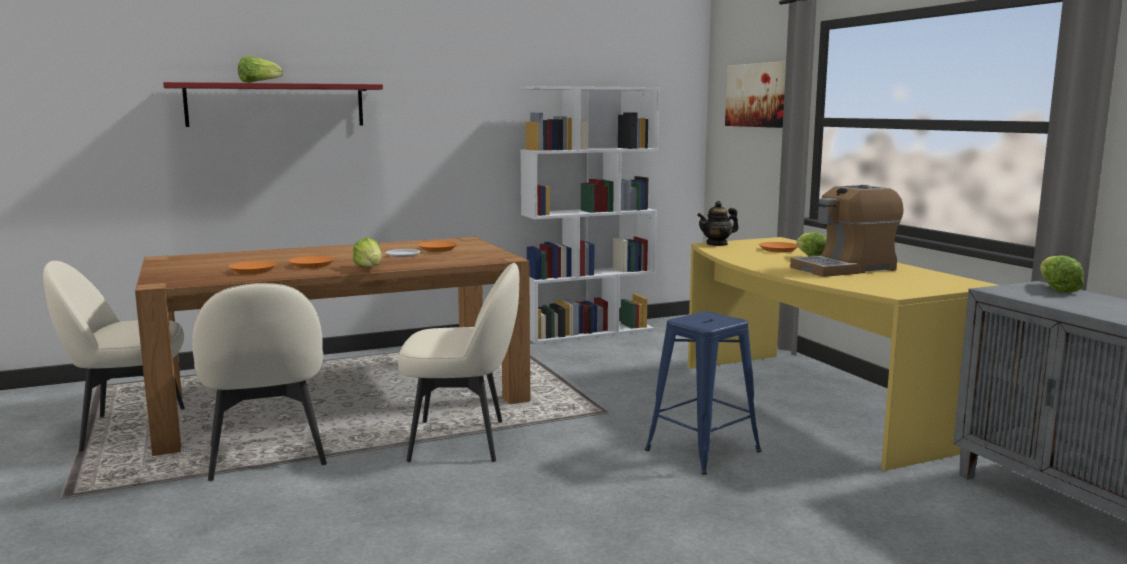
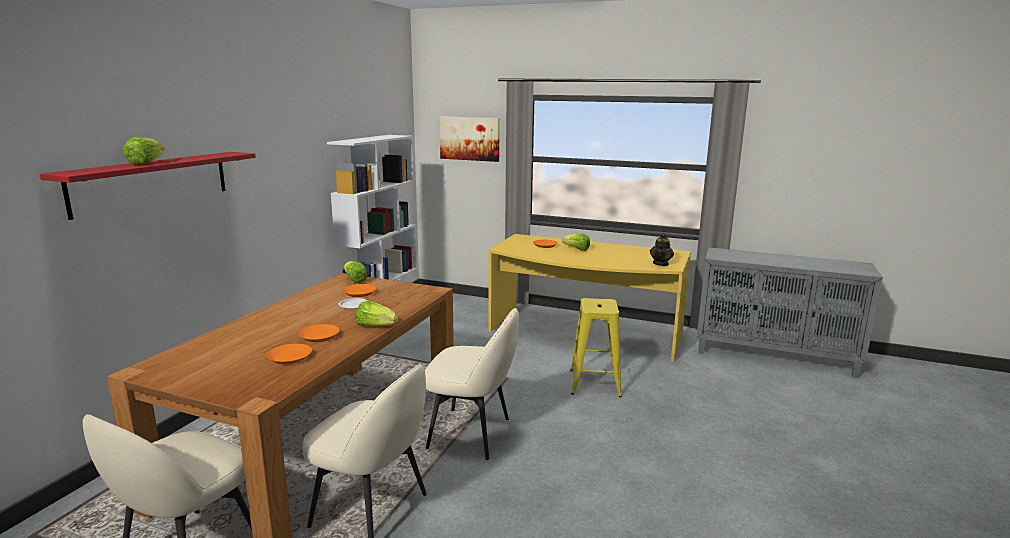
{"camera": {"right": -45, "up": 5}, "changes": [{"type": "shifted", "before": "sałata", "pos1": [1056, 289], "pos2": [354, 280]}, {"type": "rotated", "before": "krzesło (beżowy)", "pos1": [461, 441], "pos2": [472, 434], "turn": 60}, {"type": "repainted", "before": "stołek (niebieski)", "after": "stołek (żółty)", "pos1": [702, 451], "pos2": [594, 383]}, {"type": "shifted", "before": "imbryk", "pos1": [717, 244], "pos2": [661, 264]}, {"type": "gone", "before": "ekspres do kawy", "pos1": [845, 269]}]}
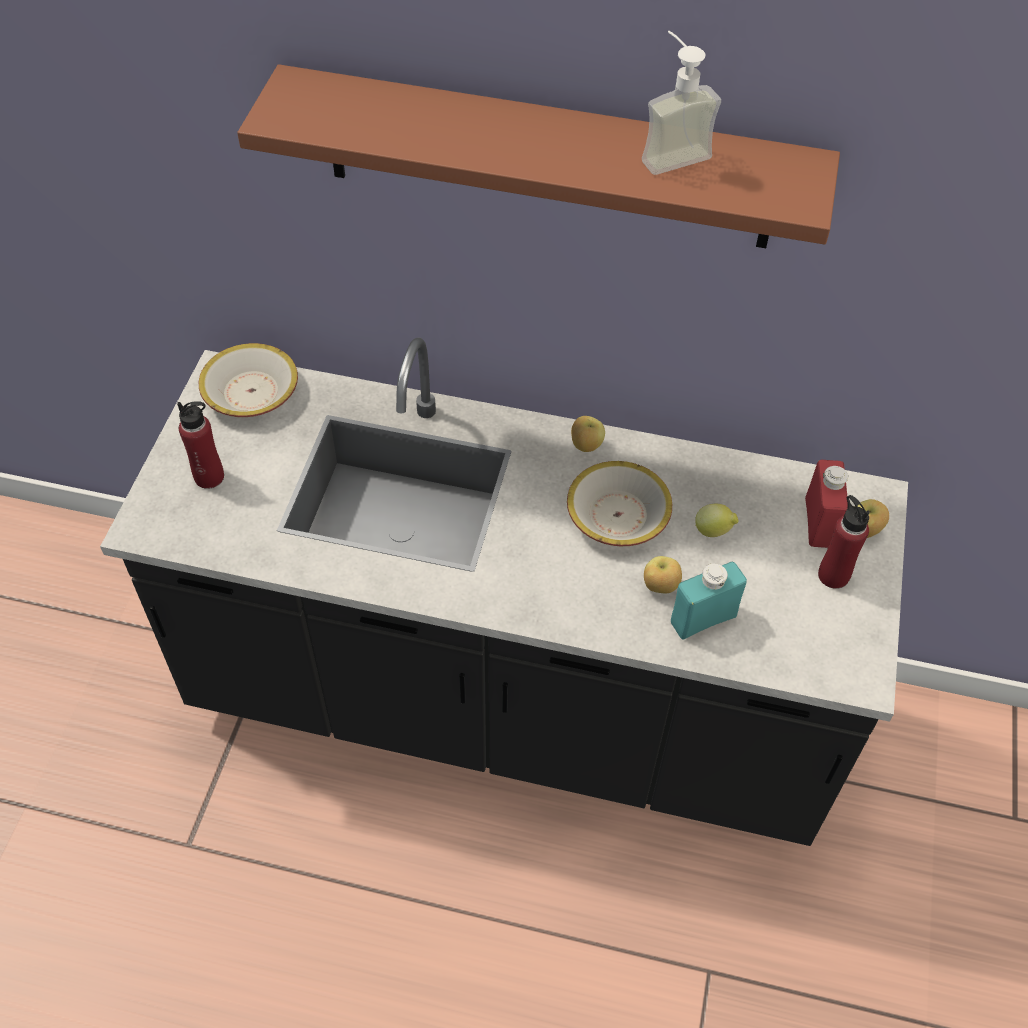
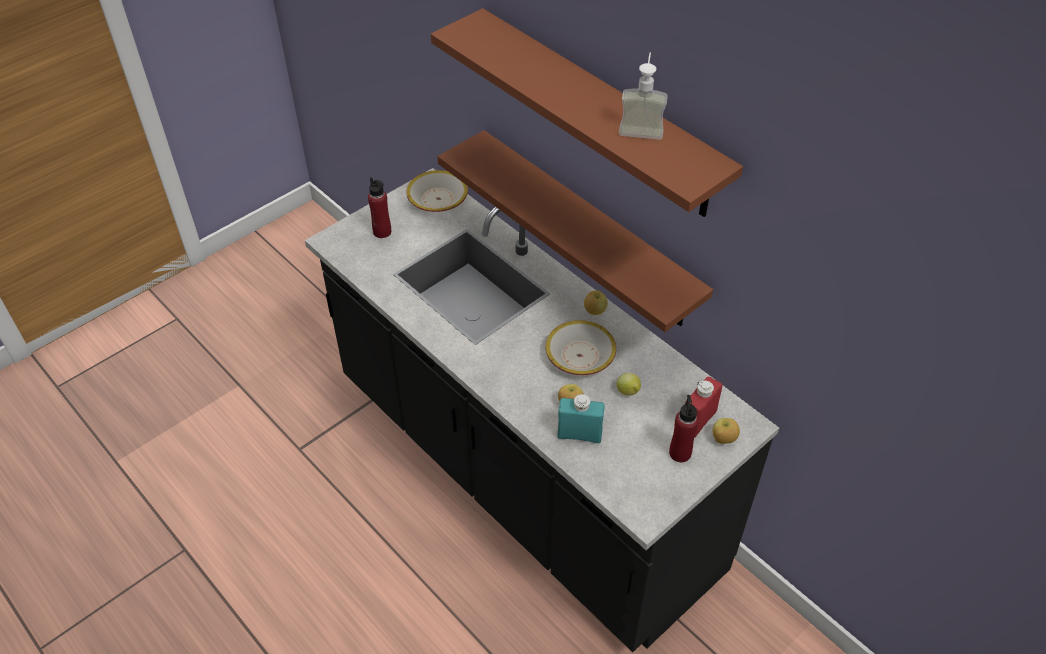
{"camera": {"right": 35, "up": -5}, "changes": [{"type": "new", "after": "półka (brązowy)", "pos2": [588, 229]}]}
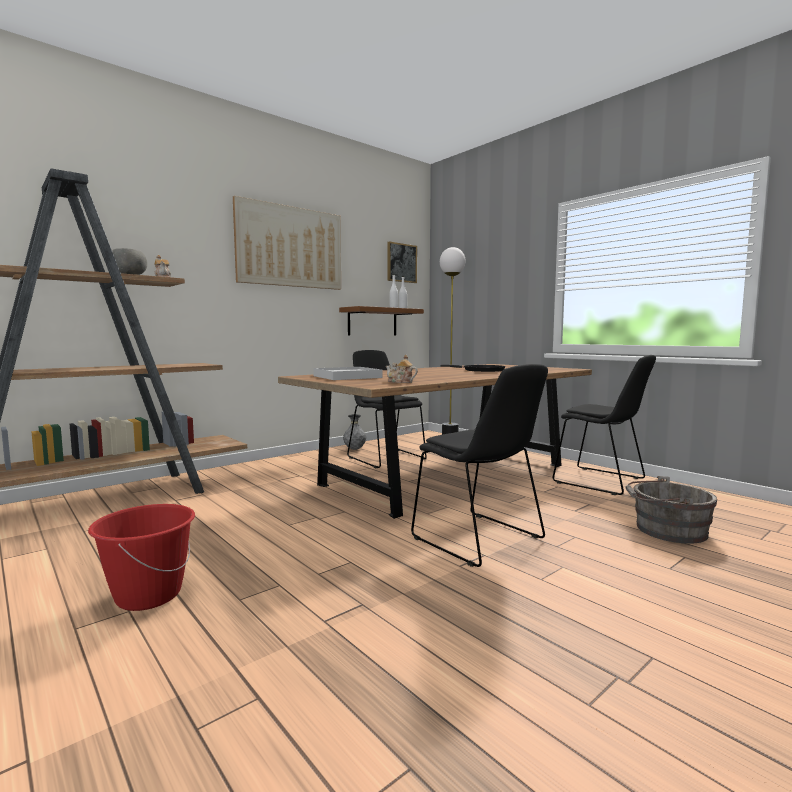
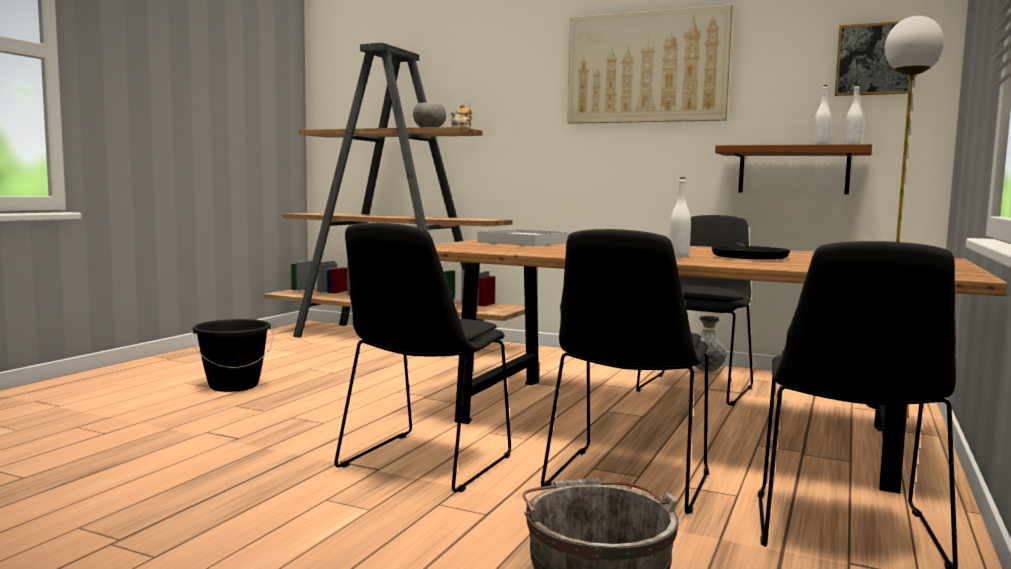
{"camera": {"right": 65, "up": 0}, "changes": [{"type": "repainted", "before": "wiadro (czerwony)", "after": "wiadro (czarny)", "pos1": [148, 595], "pos2": [234, 386]}, {"type": "new", "after": "krzesło (czarny)", "pos2": [627, 482]}, {"type": "new", "after": "butelka (biały)", "pos2": [678, 256]}, {"type": "gone", "before": "imbryk", "pos1": [400, 382]}]}
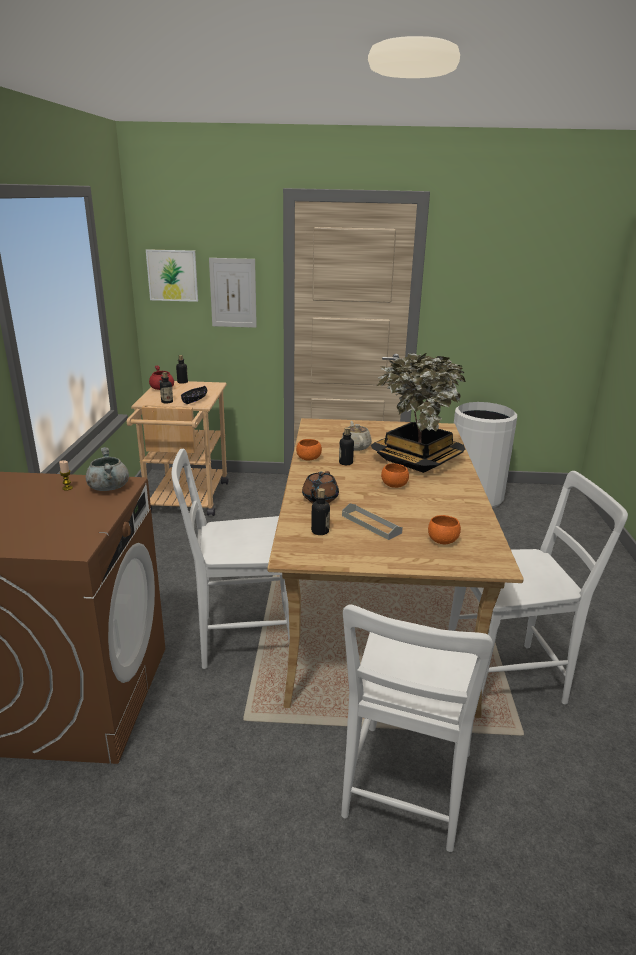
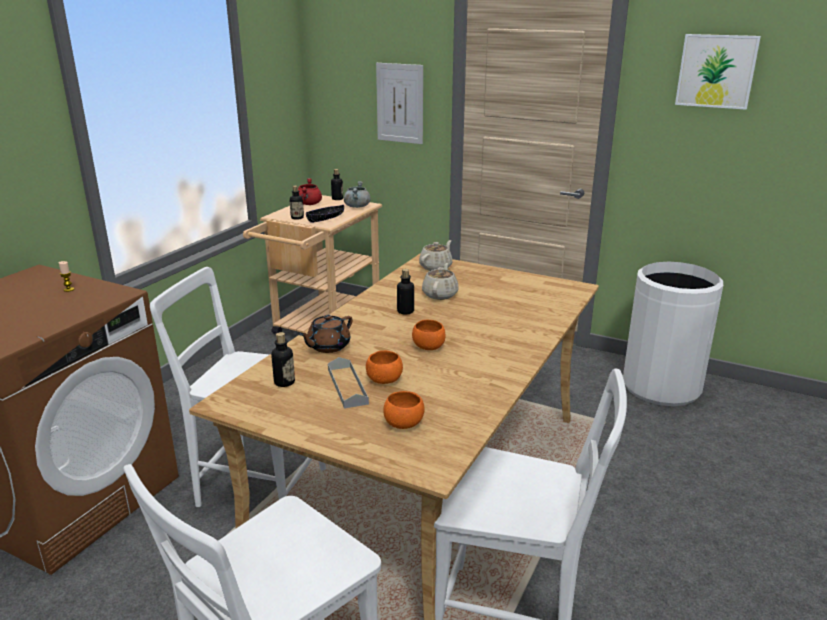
{"camera": {"right": 25, "up": 0}, "changes": [{"type": "shifted", "before": "garnek (szary)", "pos1": [108, 487], "pos2": [357, 206]}, {"type": "shifted", "before": "miska (pomarańczowy)", "pos1": [308, 458], "pos2": [384, 380]}, {"type": "new", "after": "imbryk (beżowy)", "pos2": [436, 267]}, {"type": "shifted", "before": "obraz", "pos1": [172, 275], "pos2": [716, 71]}, {"type": "gone", "before": "roślina doniczkowa", "pos1": [417, 459]}]}
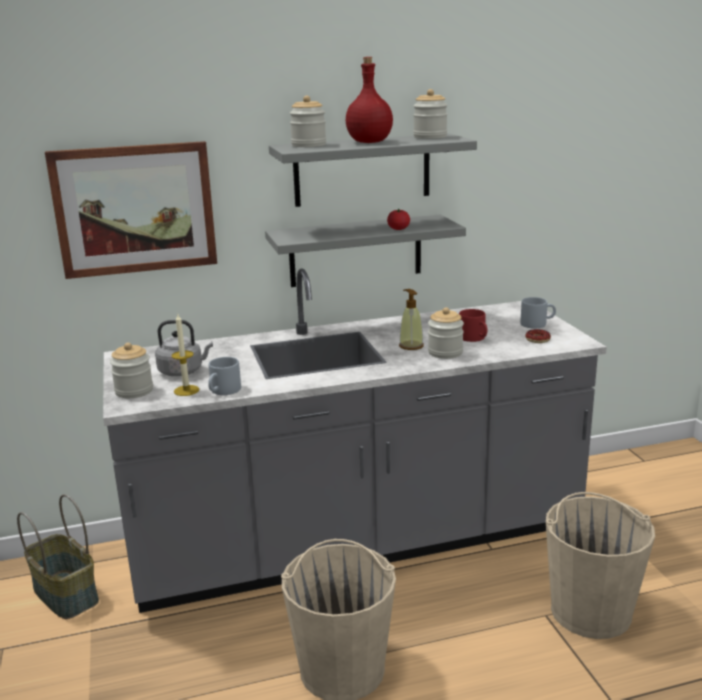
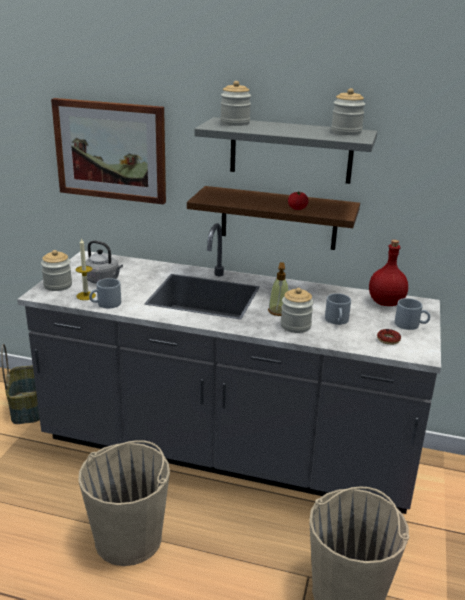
{"camera": {"right": 30, "up": 5}, "changes": [{"type": "repainted", "before": "półka (szary)", "after": "półka (brązowy)", "pos1": [355, 251], "pos2": [278, 218]}, {"type": "repainted", "before": "kubek (czerwony)", "after": "kubek (szary)", "pos1": [475, 338], "pos2": [337, 321]}, {"type": "shifted", "before": "butelka (czerwony)", "pos1": [369, 142], "pos2": [386, 302]}]}
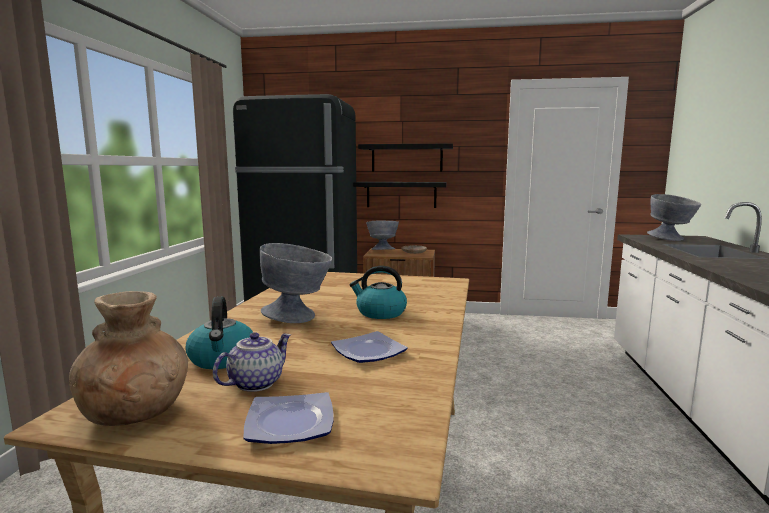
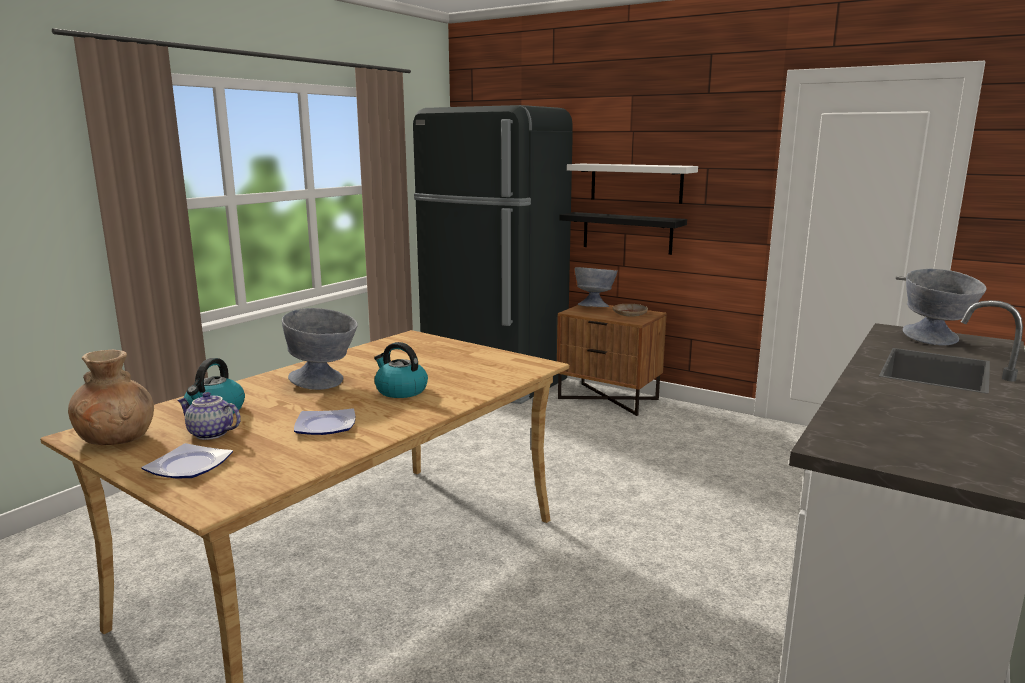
{"camera": {"right": 25, "up": 5}, "changes": [{"type": "rotated", "before": "imbryk", "pos1": [255, 383], "pos2": [210, 434], "turn": -135}, {"type": "repainted", "before": "półka (czarny)", "after": "półka (biały)", "pos1": [407, 158], "pos2": [636, 183]}]}
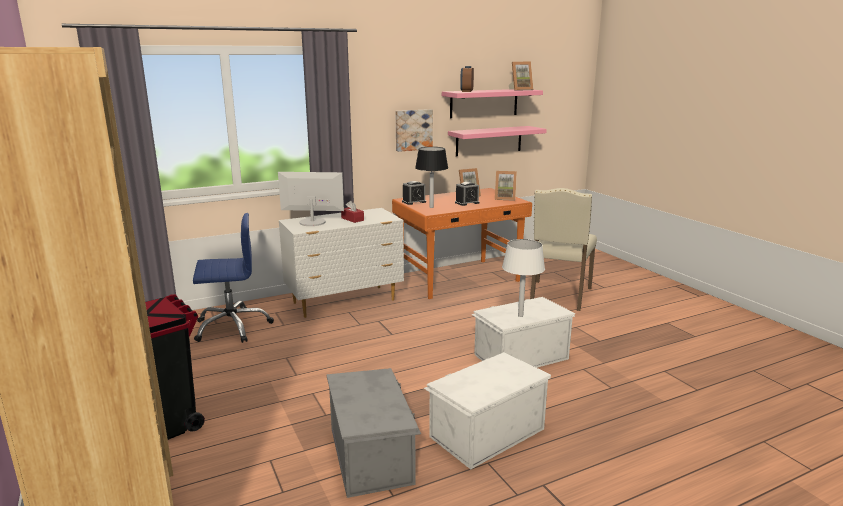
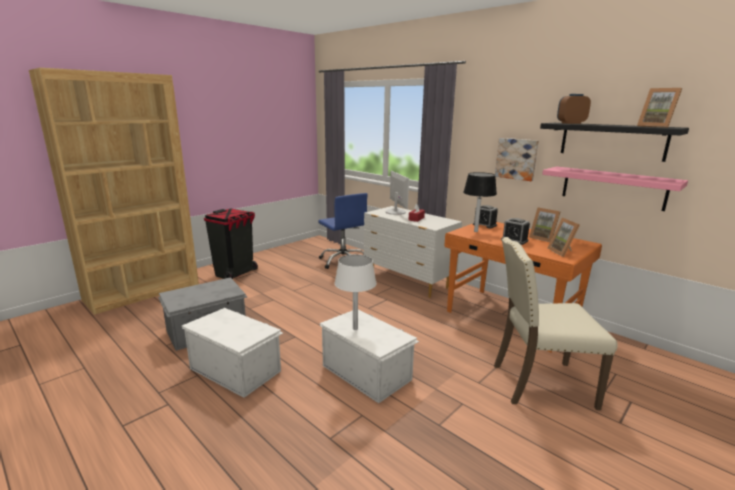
{"camera": {"right": 70, "up": 0}, "changes": [{"type": "repainted", "before": "półka (różowy)", "after": "półka (czarny)", "pos1": [484, 103], "pos2": [612, 141]}]}
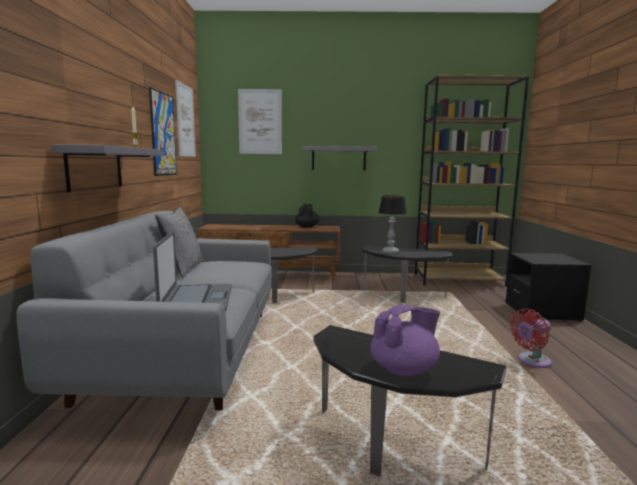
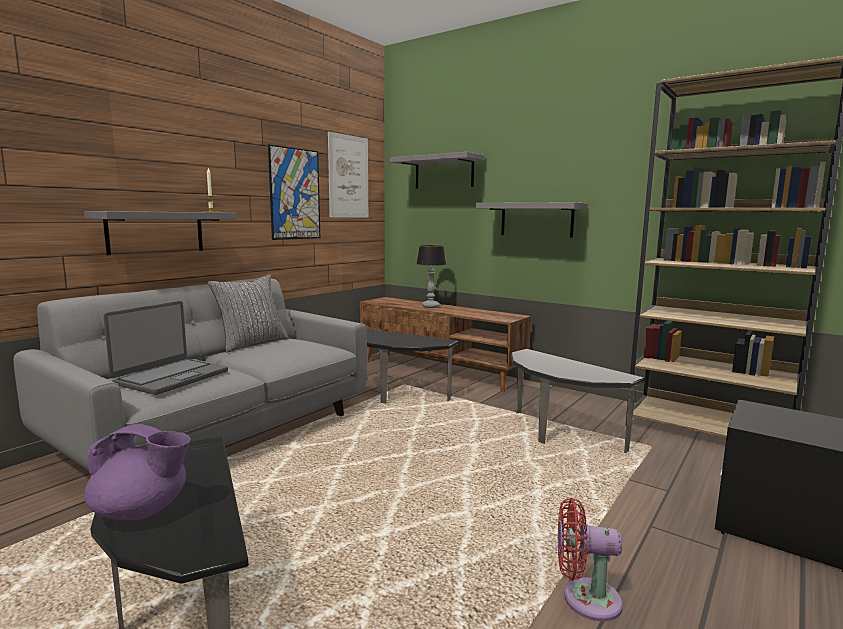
{"camera": {"right": 35, "up": 0}, "changes": [{"type": "swapped", "before": "obraz", "after": "półka (szary)", "pos1": [260, 122], "pos2": [444, 172]}, {"type": "shifted", "before": "lampa stołowa", "pos1": [390, 252], "pos2": [431, 306]}, {"type": "gone", "before": "imbryk (czarny)", "pos1": [307, 227]}]}
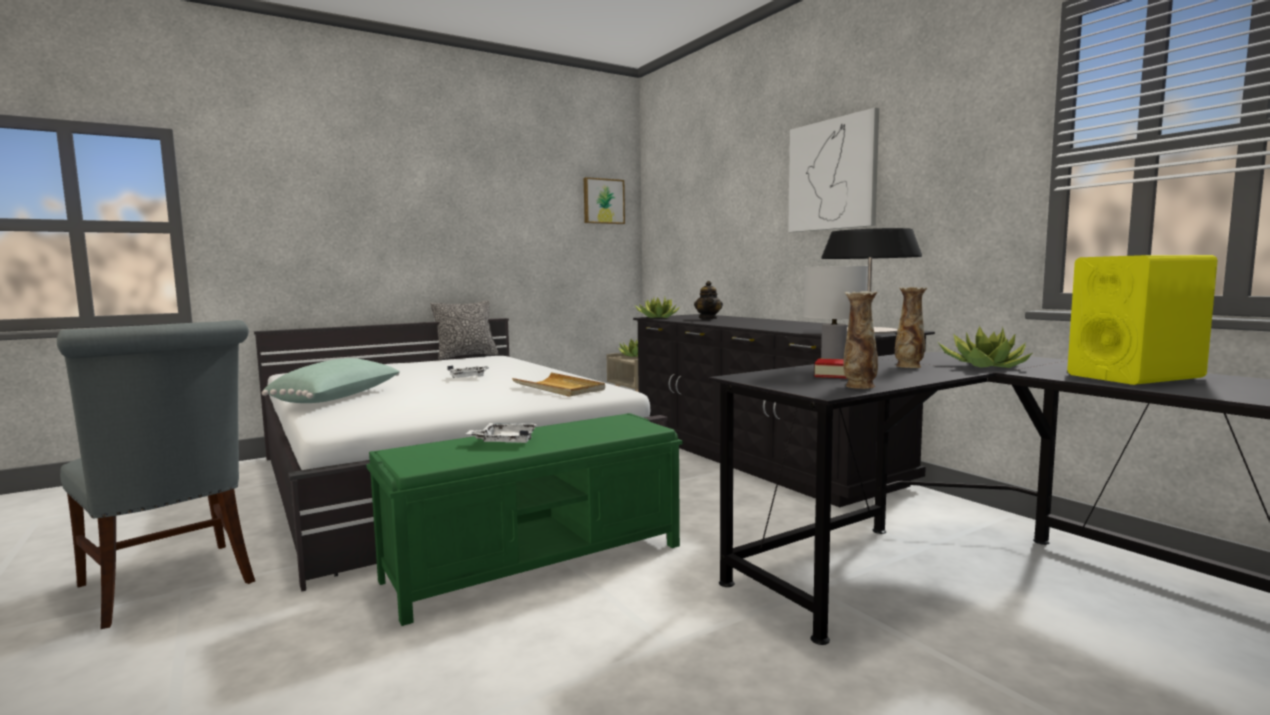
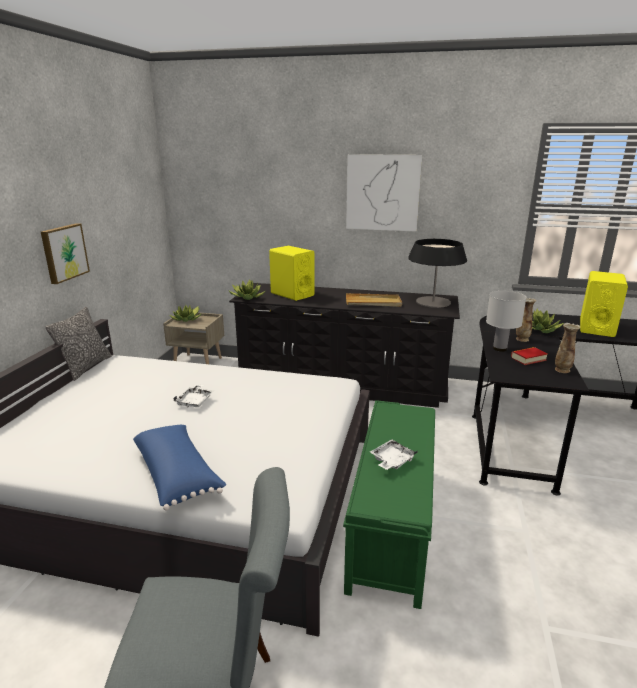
{"camera": {"right": -45, "up": 15}, "changes": [{"type": "shifted", "before": "obraz", "pos1": [603, 201], "pos2": [64, 252]}, {"type": "repainted", "before": "poduszka (zielony)", "after": "poduszka (niebieski)", "pos1": [339, 398], "pos2": [178, 475]}, {"type": "swapped", "before": "imbryk", "after": "głośnik (żółty)", "pos1": [708, 319], "pos2": [292, 294]}, {"type": "shifted", "before": "taca (beżowy)", "pos1": [559, 388], "pos2": [373, 302]}]}
